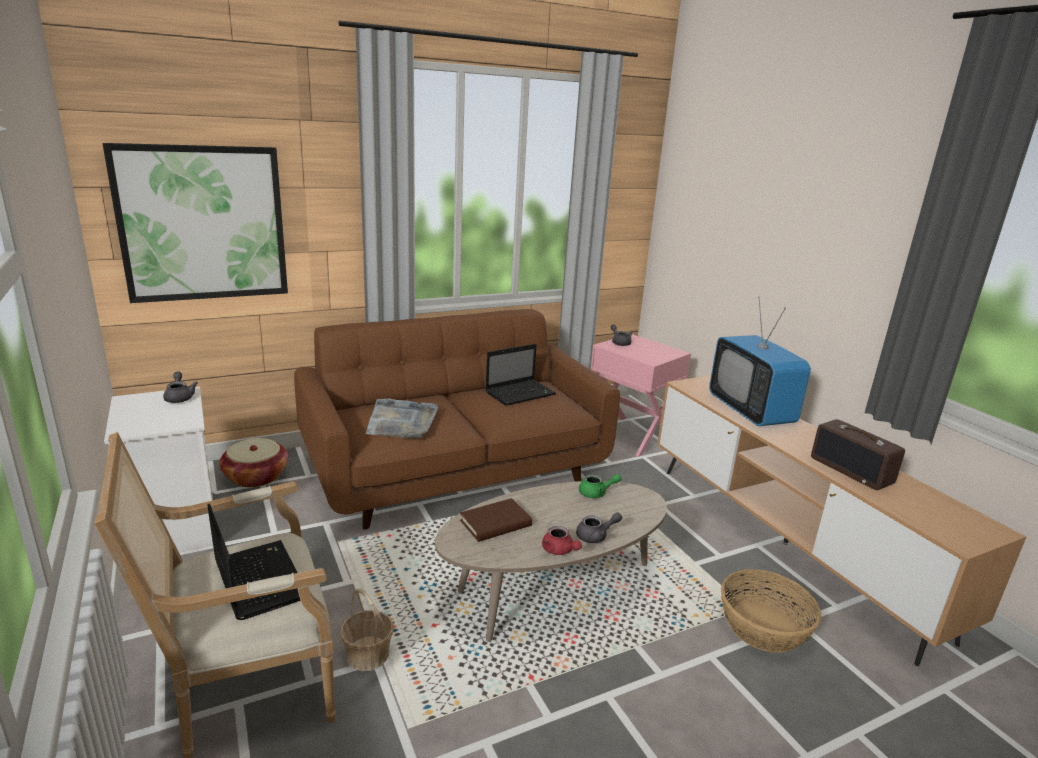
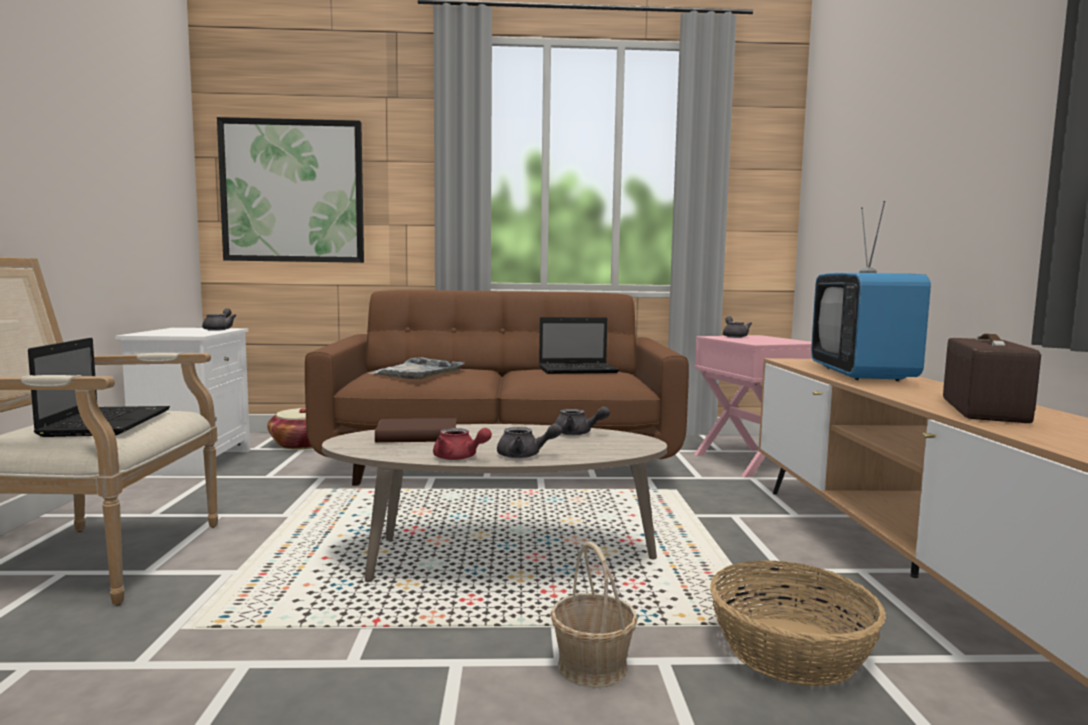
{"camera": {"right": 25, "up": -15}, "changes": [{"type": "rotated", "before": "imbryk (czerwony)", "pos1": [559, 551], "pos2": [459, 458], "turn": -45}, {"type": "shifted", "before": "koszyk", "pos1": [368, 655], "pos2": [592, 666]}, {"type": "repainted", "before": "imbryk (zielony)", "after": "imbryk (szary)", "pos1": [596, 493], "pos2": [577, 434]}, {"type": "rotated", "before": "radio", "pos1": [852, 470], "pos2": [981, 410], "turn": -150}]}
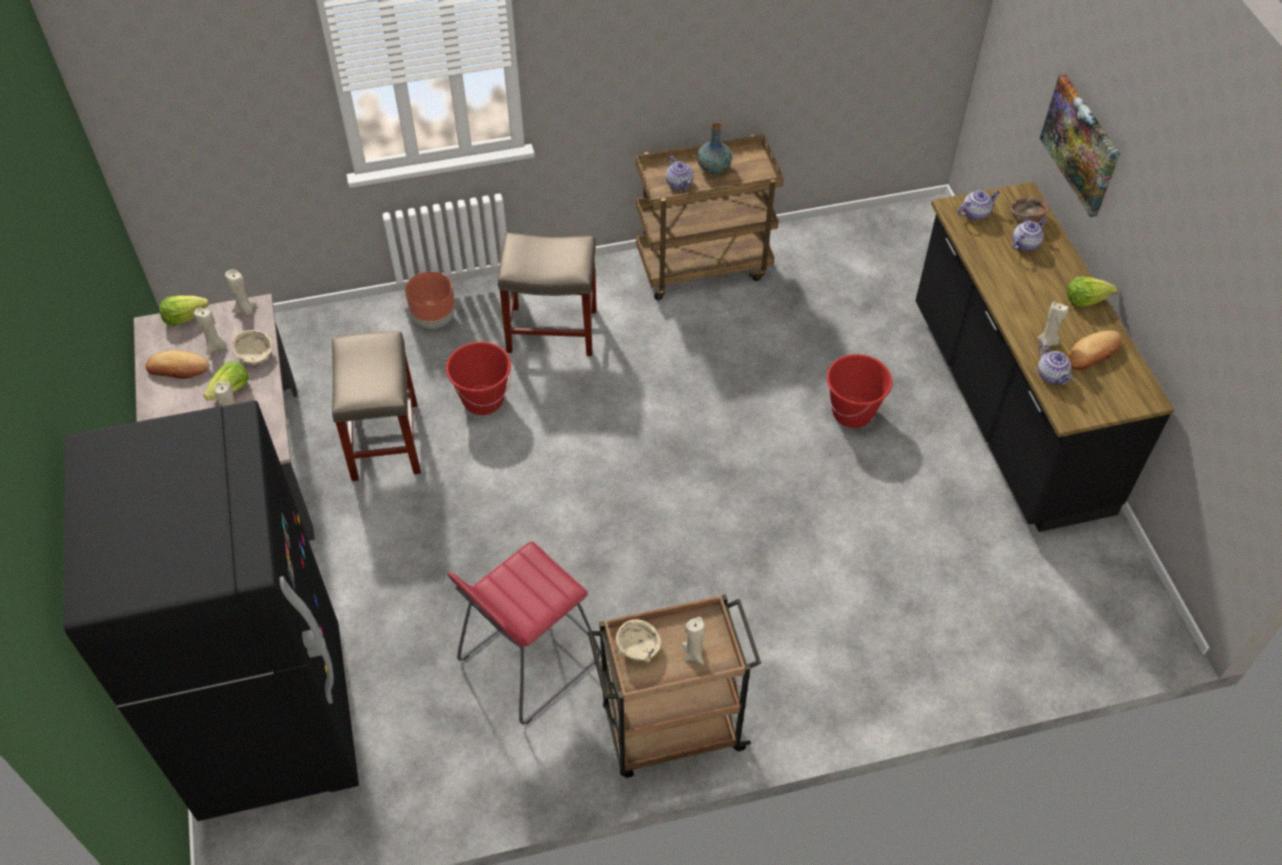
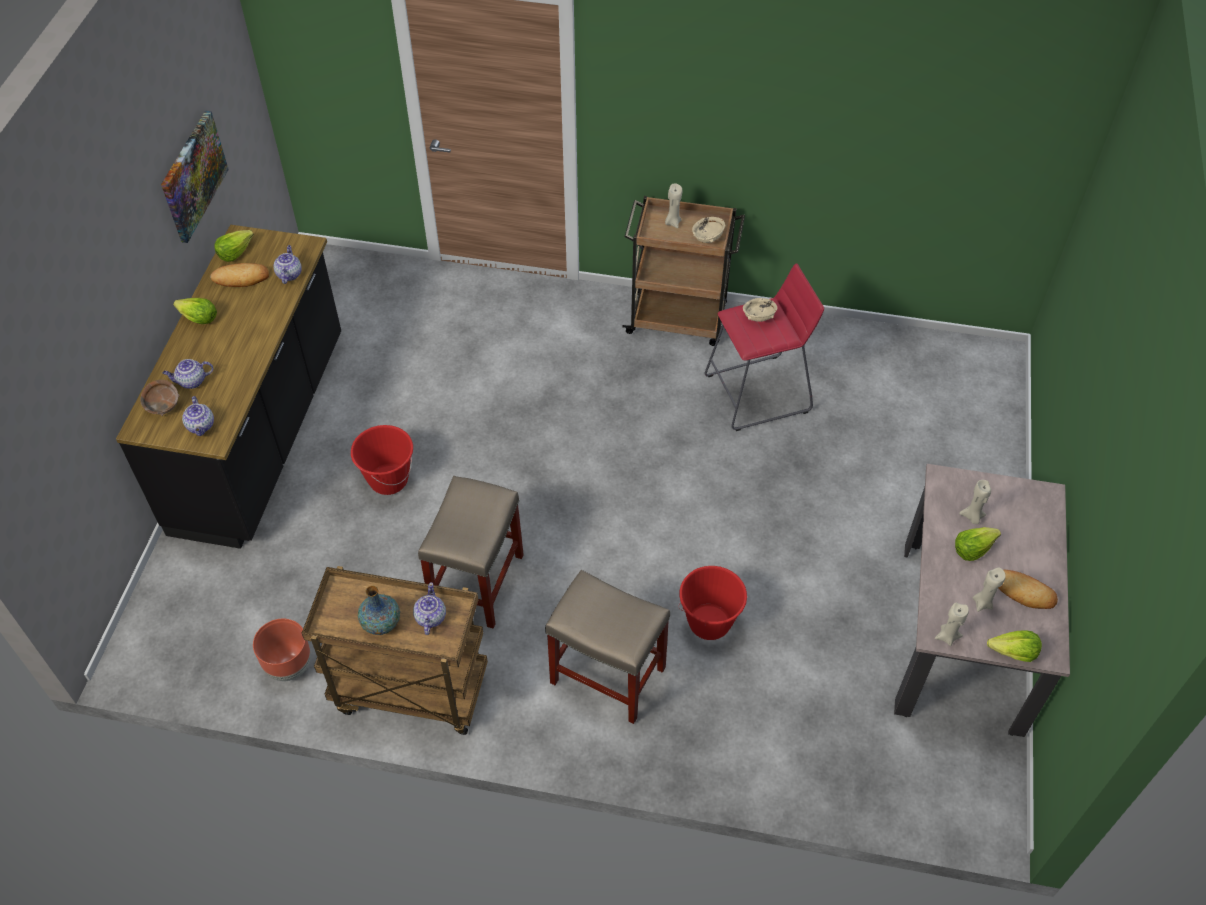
{"camera": {"right": -155, "up": 0}, "changes": [{"type": "shifted", "before": "obraz", "pos1": [1081, 144], "pos2": [193, 176]}, {"type": "rotated", "before": "imbryk", "pos1": [975, 213], "pos2": [201, 426], "turn": -105}, {"type": "new", "after": "sałata", "pos2": [235, 252]}, {"type": "shifted", "before": "donica (brązowy)", "pos1": [434, 319], "pos2": [289, 666]}, {"type": "shifted", "before": "stołek (beżowy)", "pos1": [385, 442], "pos2": [477, 581]}, {"type": "shifted", "before": "miska (beżowy)", "pos1": [255, 355], "pos2": [759, 316]}, {"type": "gone", "before": "lodówka (czarny)", "pos1": [274, 721]}, {"type": "gone", "before": "świeca (beżowy)", "pos1": [1047, 342]}]}
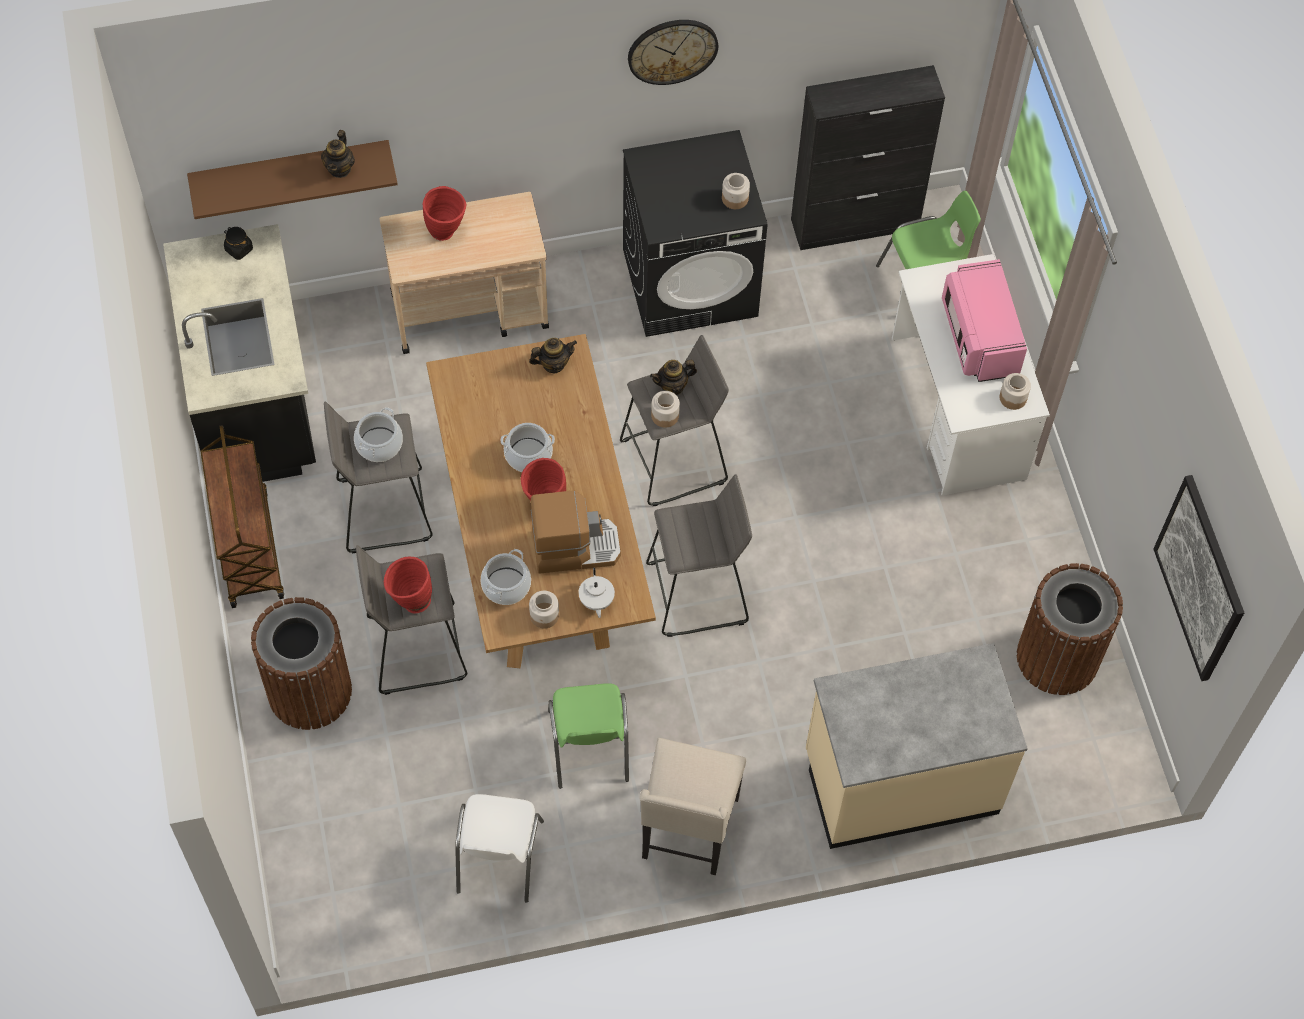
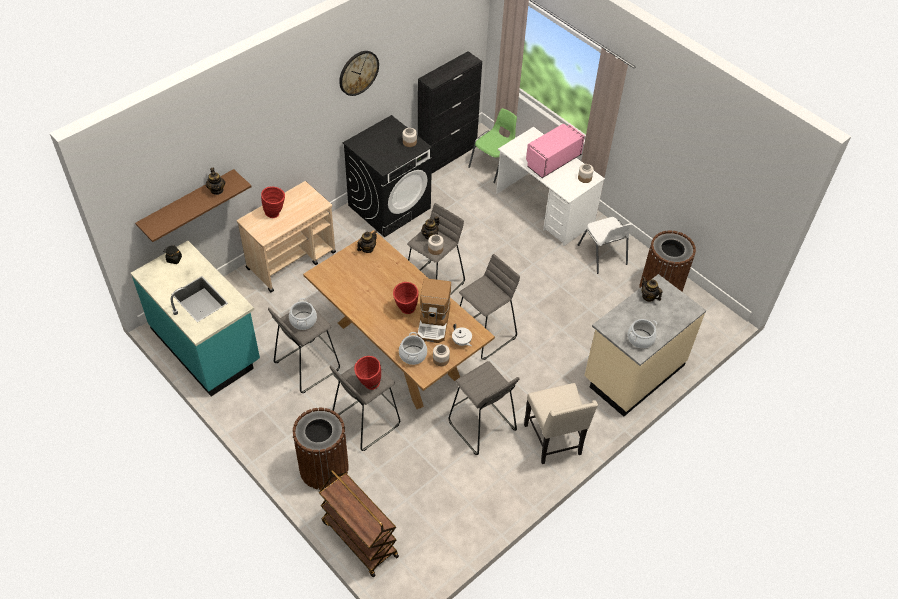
{"camera": {"right": -30, "up": -10}, "changes": [{"type": "repainted", "before": "zabudowa kuchenna (czarny)", "after": "zabudowa kuchenna (turkusowy)", "pos1": [255, 400], "pos2": [206, 345]}, {"type": "shifted", "before": "wózek (brązowy)", "pos1": [248, 547], "pos2": [359, 539]}, {"type": "rotated", "before": "ekspres do kawy", "pos1": [575, 547], "pos2": [434, 322], "turn": 135}, {"type": "swapped", "before": "krzesło (zielony)", "after": "stołek (szary)", "pos1": [589, 747], "pos2": [481, 426]}, {"type": "rotated", "before": "mikrofalówka (różowy)", "pos1": [979, 337], "pos2": [552, 160], "turn": 90}, {"type": "shifted", "before": "krzesło (biały)", "pos1": [498, 858], "pos2": [603, 255]}, {"type": "shifted", "before": "garnek", "pos1": [528, 455], "pos2": [640, 339]}, {"type": "new", "after": "imbryk", "pos2": [648, 296]}, {"type": "gone", "before": "obraz", "pos1": [1200, 578]}]}
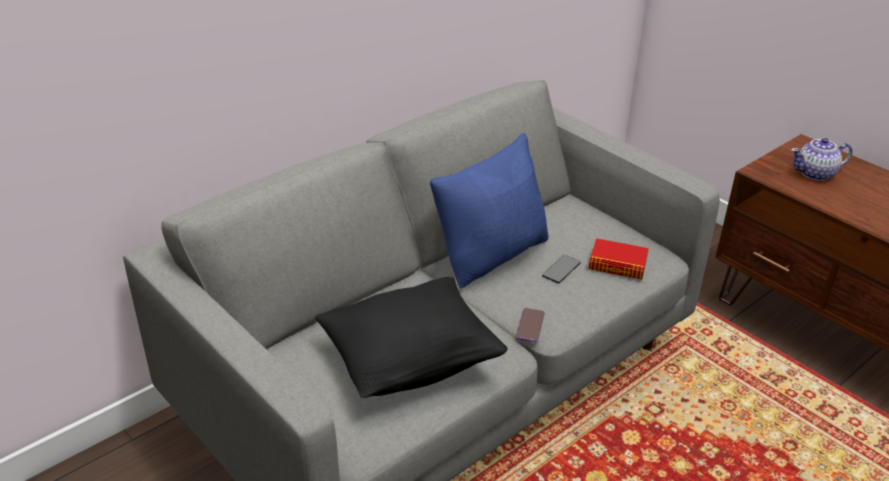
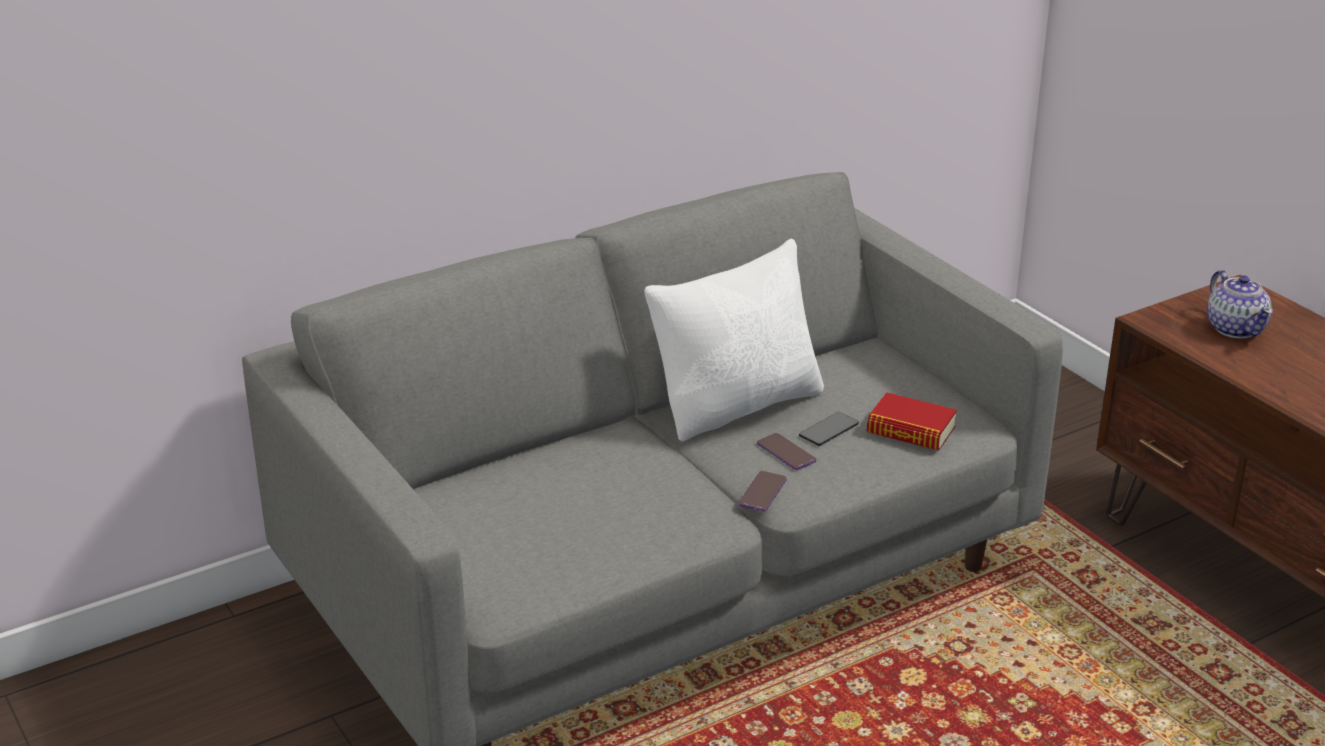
{"camera": {"right": 10, "up": -5}, "changes": [{"type": "repainted", "before": "poduszka (niebieski)", "after": "poduszka (biały)", "pos1": [492, 255], "pos2": [738, 405]}, {"type": "new", "after": "telefon", "pos2": [786, 452]}, {"type": "rotated", "before": "imbryk", "pos1": [816, 174], "pos2": [1235, 328], "turn": -105}, {"type": "gone", "before": "poduszka (czarny)", "pos1": [411, 362]}]}
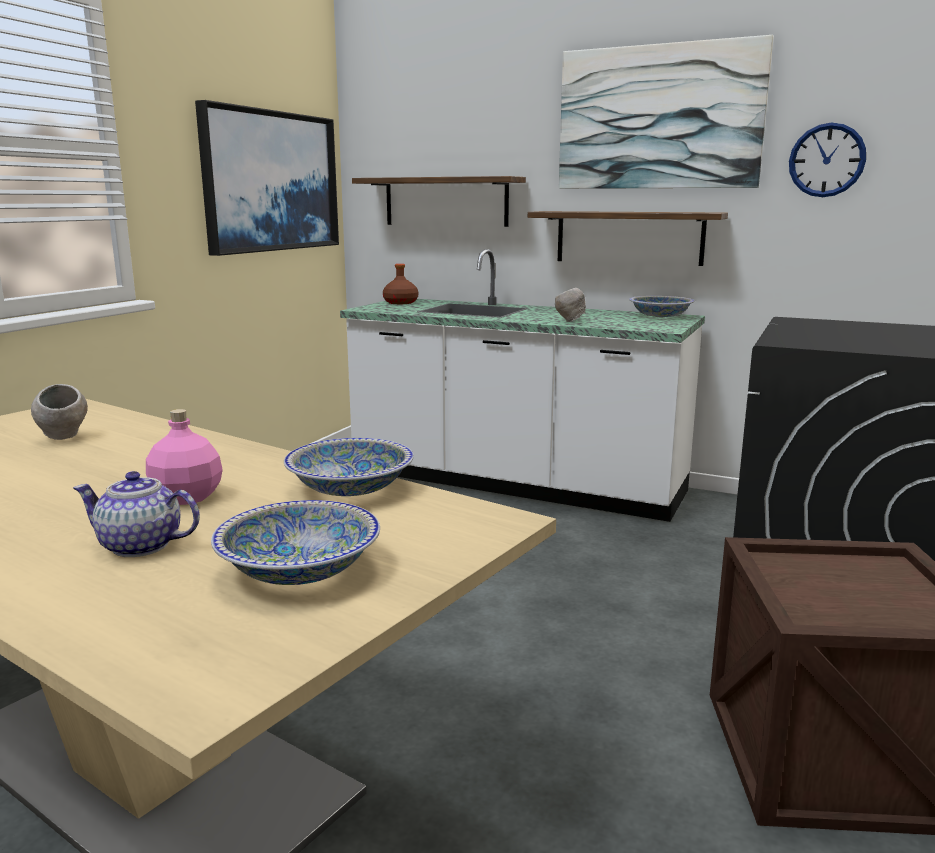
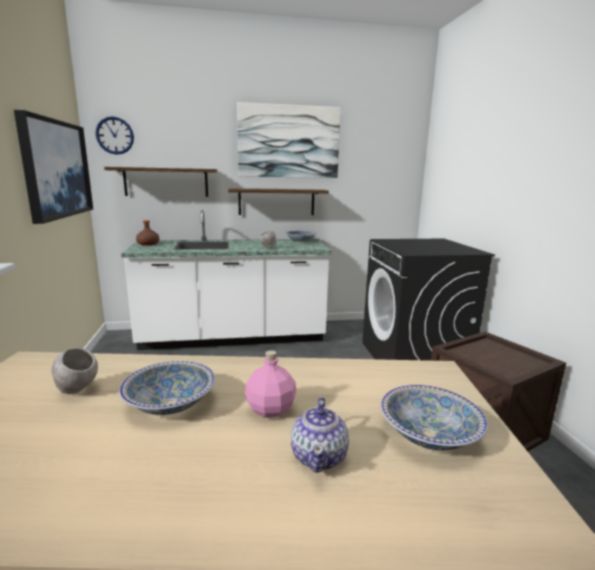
{"camera": {"right": -35, "up": 0}, "changes": [{"type": "shifted", "before": "zegar ścienny", "pos1": [826, 160], "pos2": [115, 135]}, {"type": "shifted", "before": "miska", "pos1": [351, 489], "pos2": [170, 403]}, {"type": "rotated", "before": "imbryk", "pos1": [141, 546], "pos2": [319, 456], "turn": -60}]}
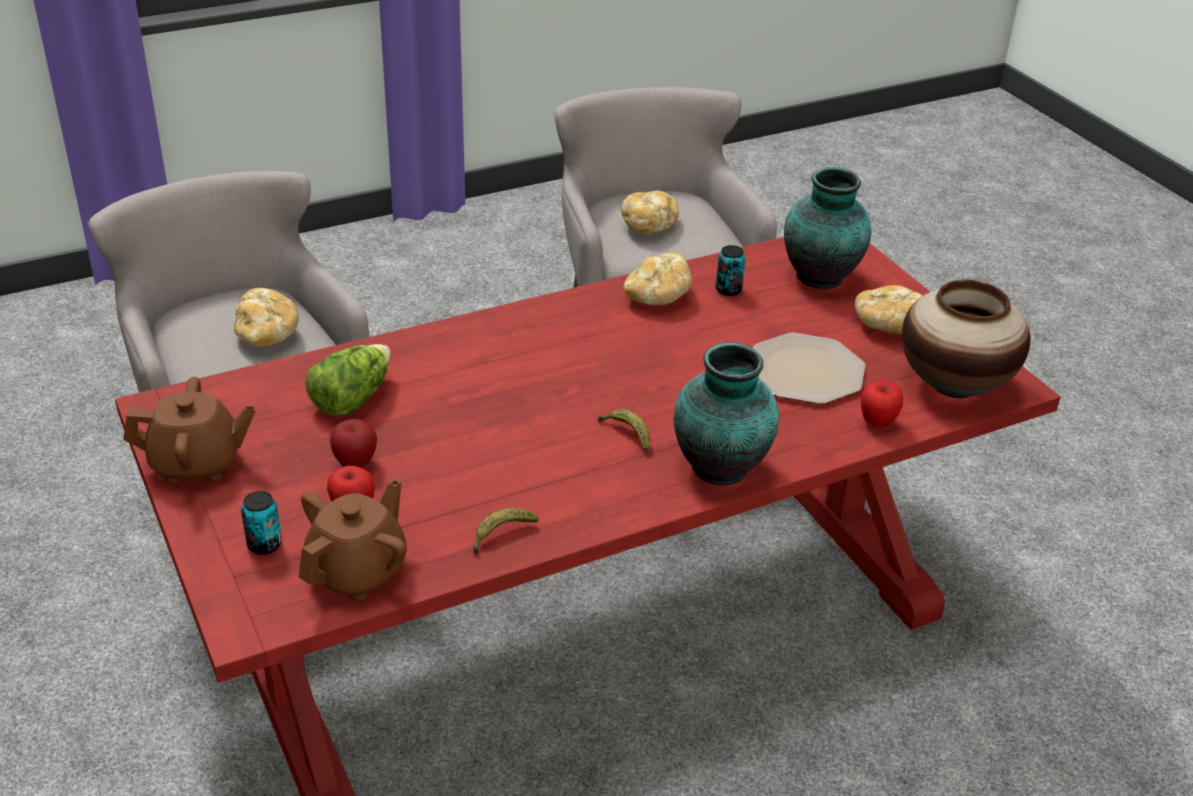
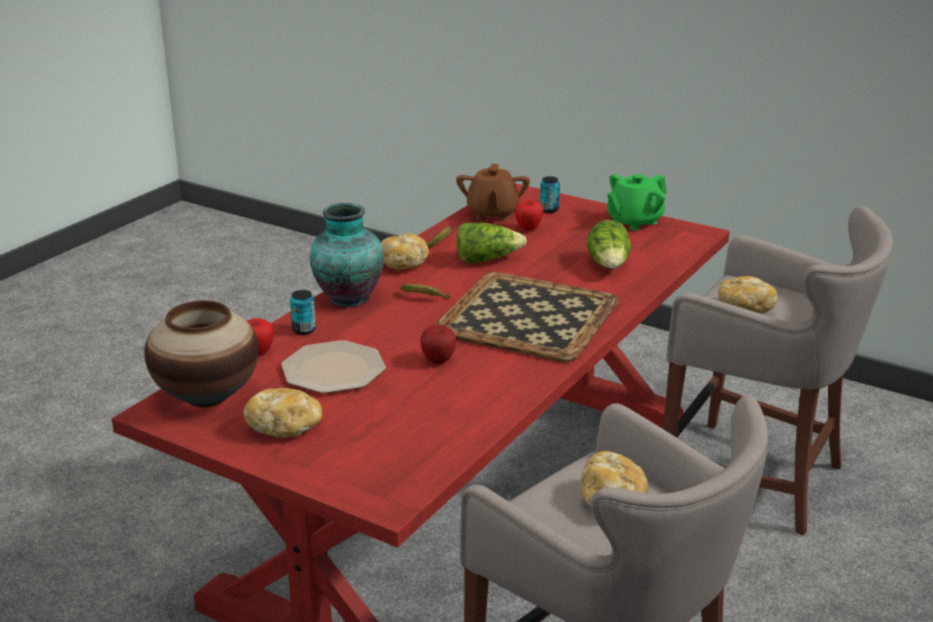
{"camera": {"right": 150, "up": -10}, "changes": [{"type": "shifted", "before": "puszka", "pos1": [728, 290], "pos2": [304, 330]}, {"type": "shifted", "before": "chleb", "pos1": [658, 296], "pos2": [404, 263]}, {"type": "shifted", "before": "jabłko", "pos1": [355, 463], "pos2": [438, 361]}, {"type": "new", "after": "taca", "pos2": [528, 318]}, {"type": "new", "after": "sałata", "pos2": [487, 259]}, {"type": "repainted", "before": "imbryk (brązowy)", "after": "imbryk (zielony)", "pos1": [197, 464], "pos2": [634, 222]}, {"type": "gone", "before": "wazon", "pos1": [822, 278]}]}
